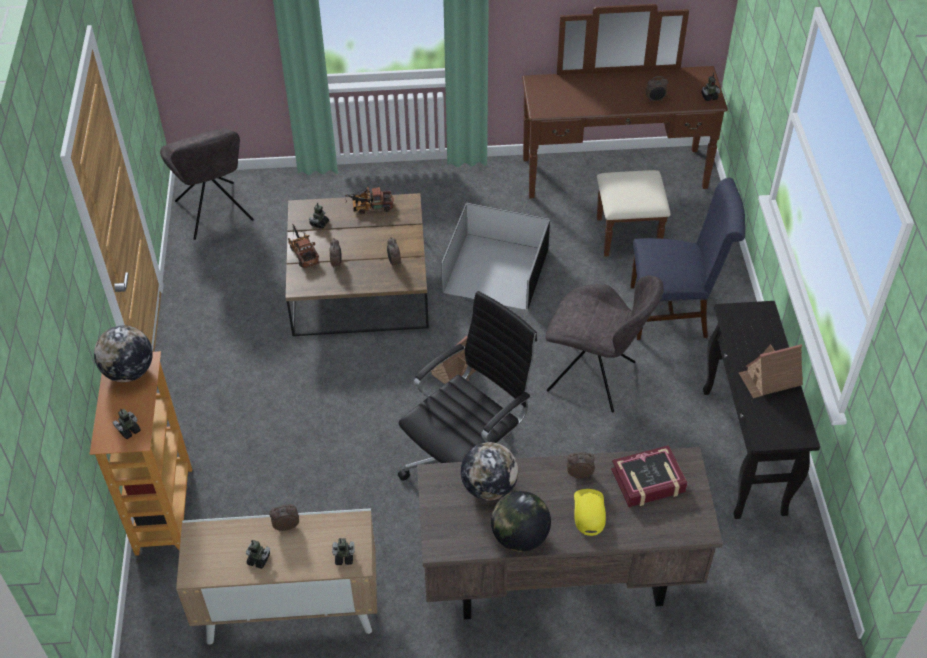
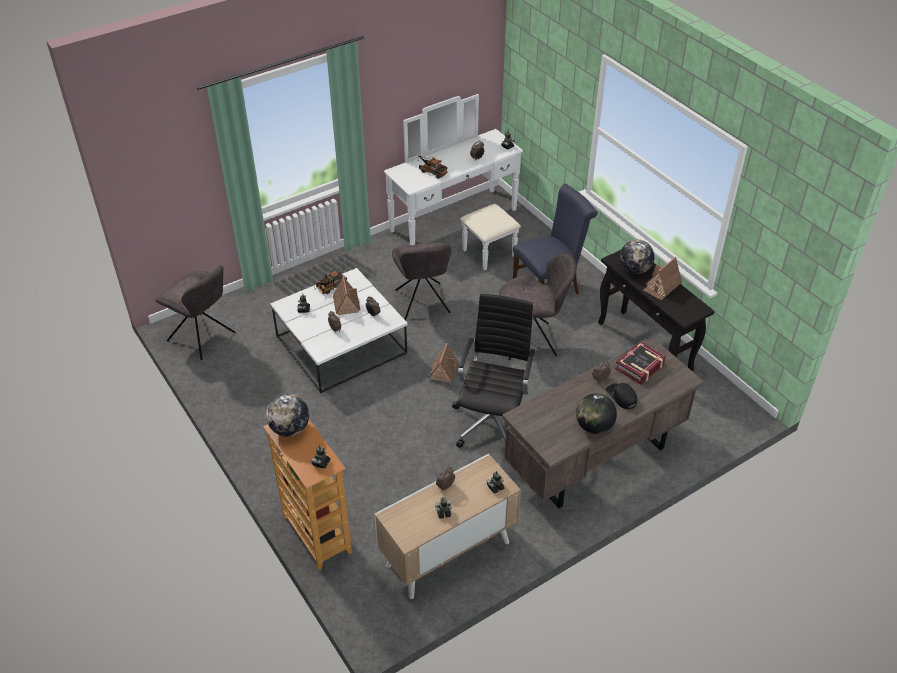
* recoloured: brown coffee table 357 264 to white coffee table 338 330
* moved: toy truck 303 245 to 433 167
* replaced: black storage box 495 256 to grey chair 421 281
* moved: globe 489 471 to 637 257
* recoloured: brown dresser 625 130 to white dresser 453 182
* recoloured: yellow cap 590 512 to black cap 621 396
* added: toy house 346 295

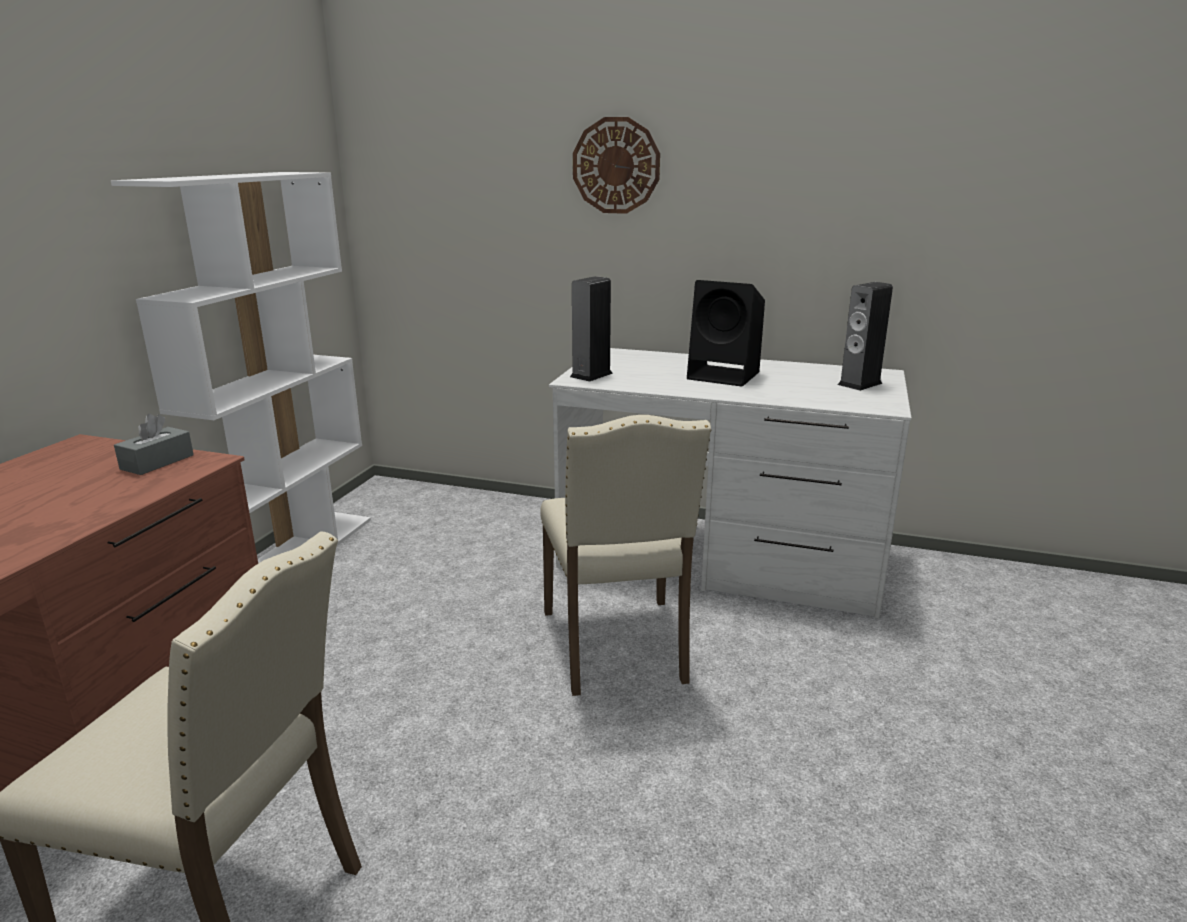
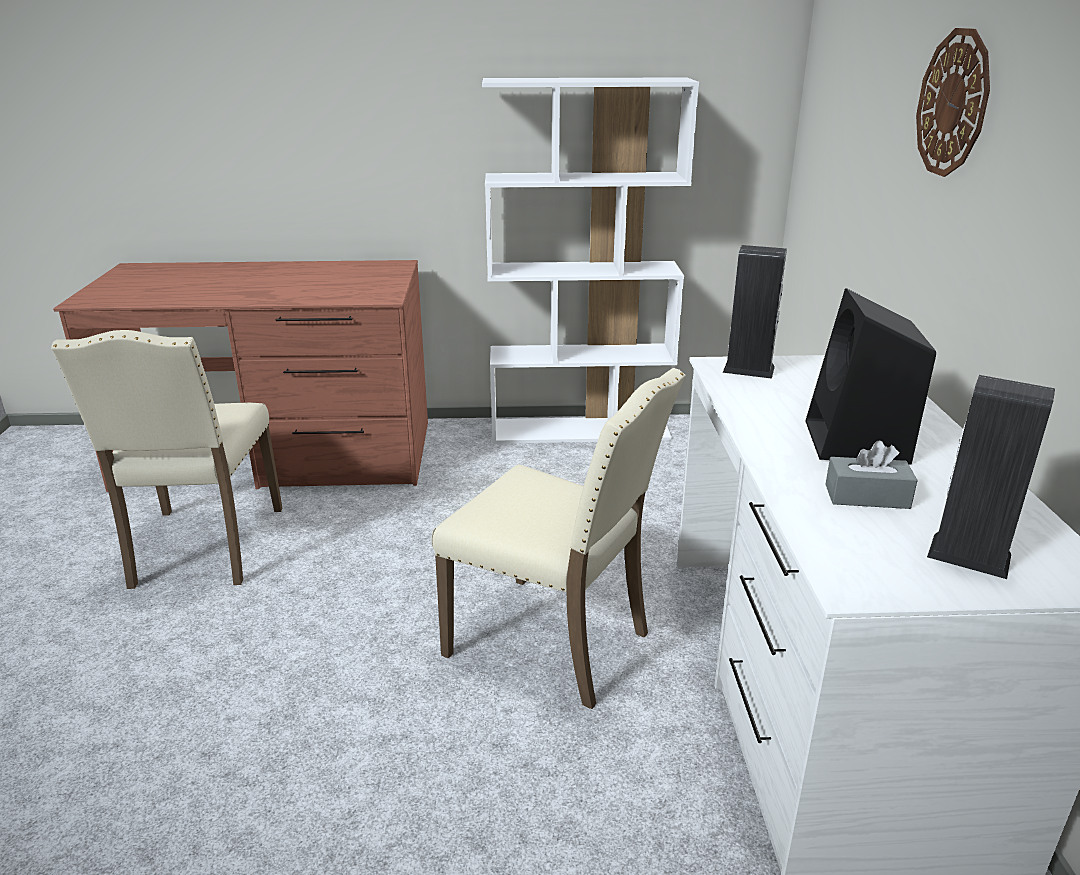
* moved: grey tissue box 154 444 to 871 474
* turned: beige chair 625 555 = 558 538 120 degrees counterclockwise

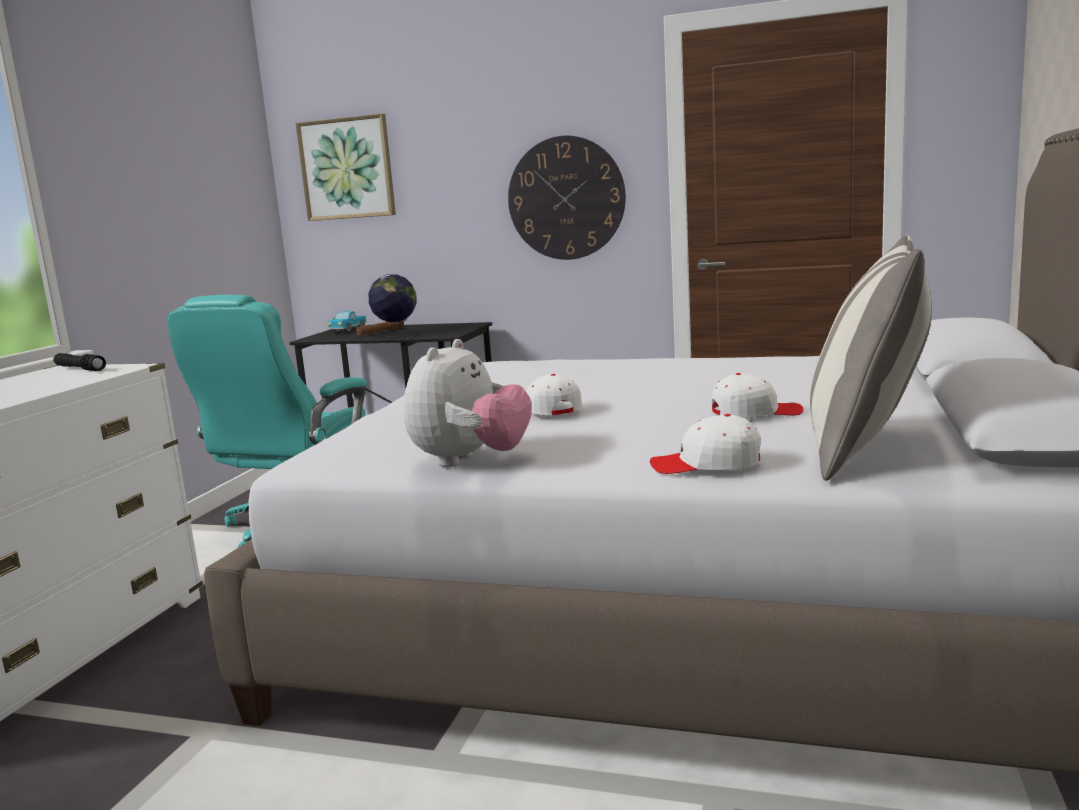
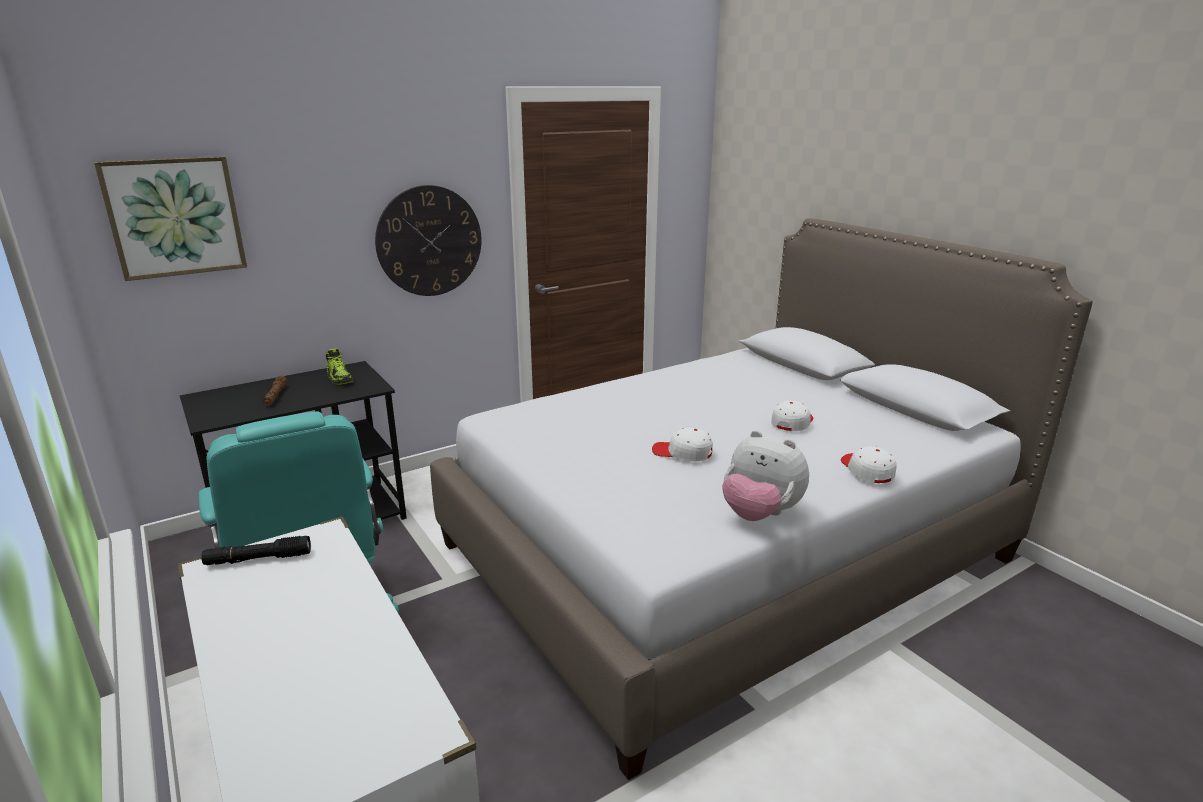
* removed: toy truck 347 321
* removed: globe 392 305
* turned: plush toy 468 403 = 765 475 150 degrees clockwise
* turned: white cap 705 444 = 869 464 120 degrees clockwise
* removed: pillow 871 358
* added: shoe 339 366

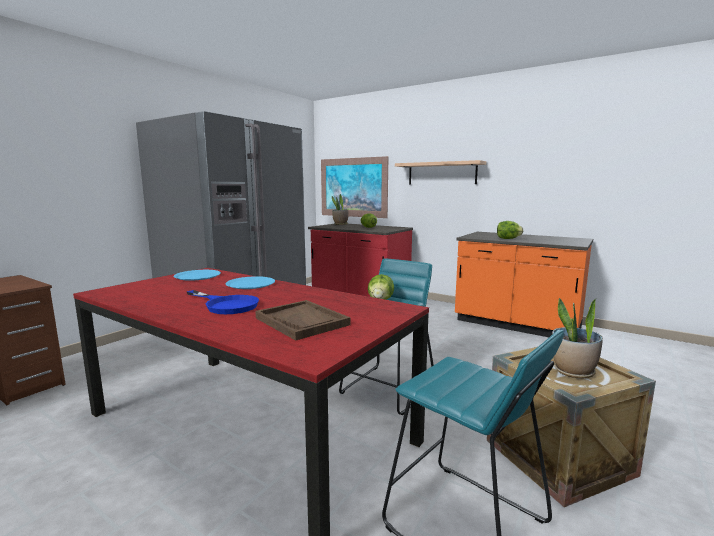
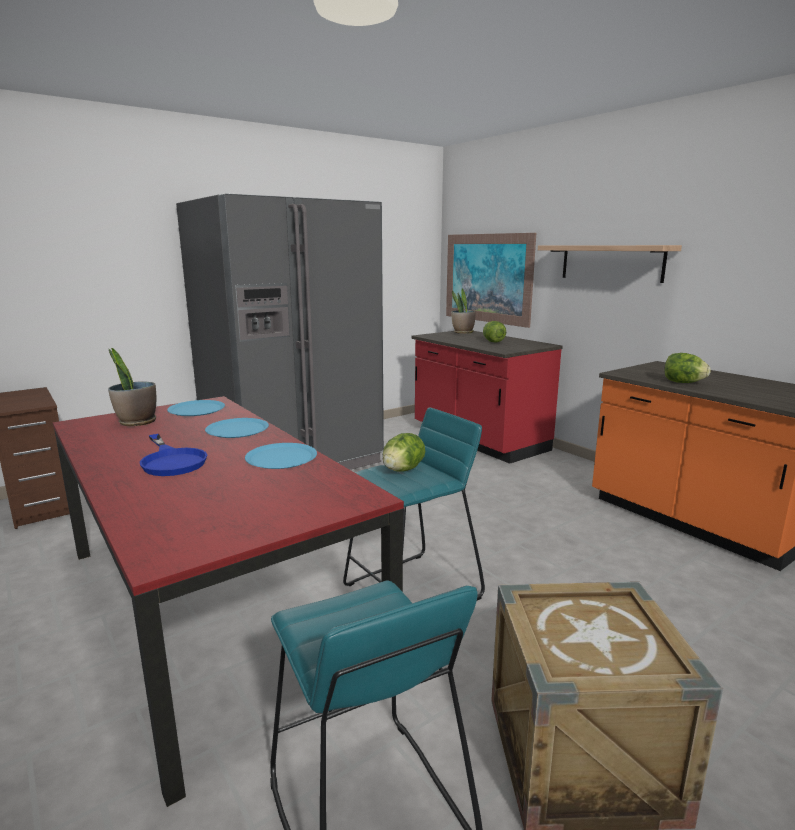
* removed: brown tray 302 320
* moved: potted plant 577 338 to 132 387
* added: blue plate 281 456

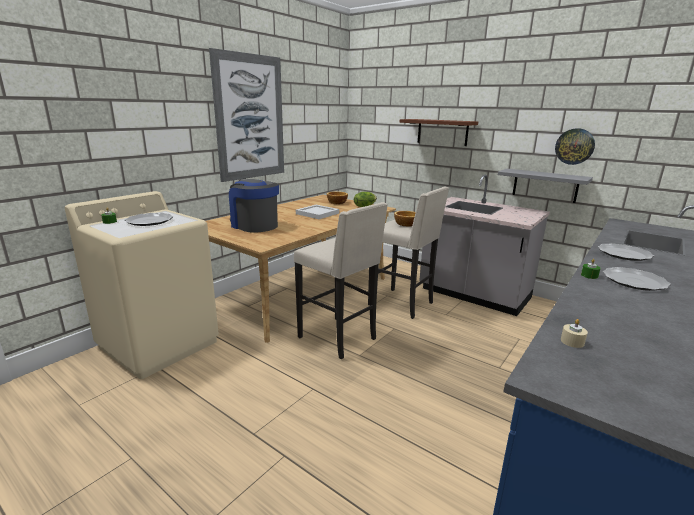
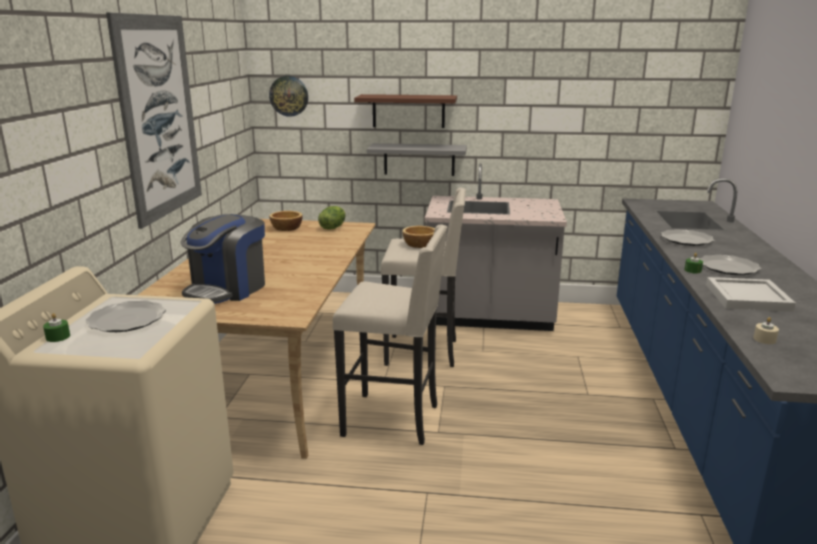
* turned: coffee machine 254 206 = 222 259 75 degrees counterclockwise
* moved: white tray 317 212 to 751 294
* moved: grey shelf 545 186 to 417 159
* moved: wall clock 575 146 to 288 96

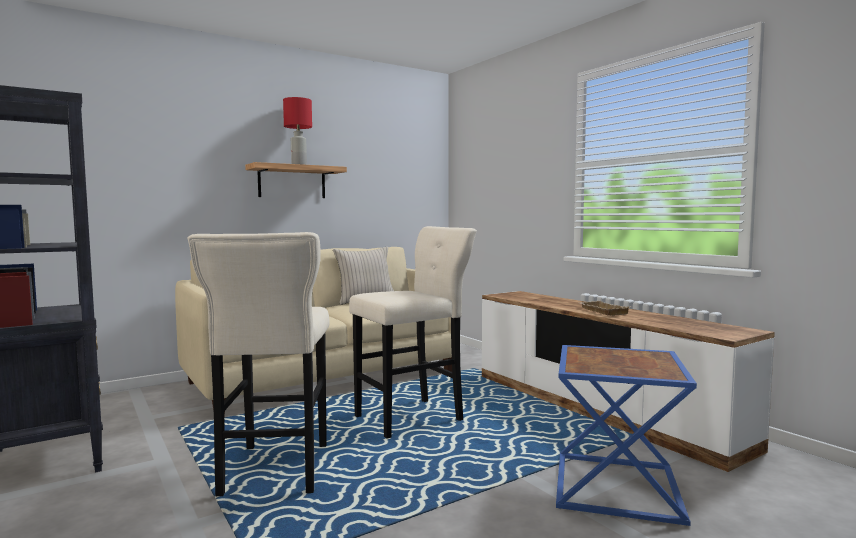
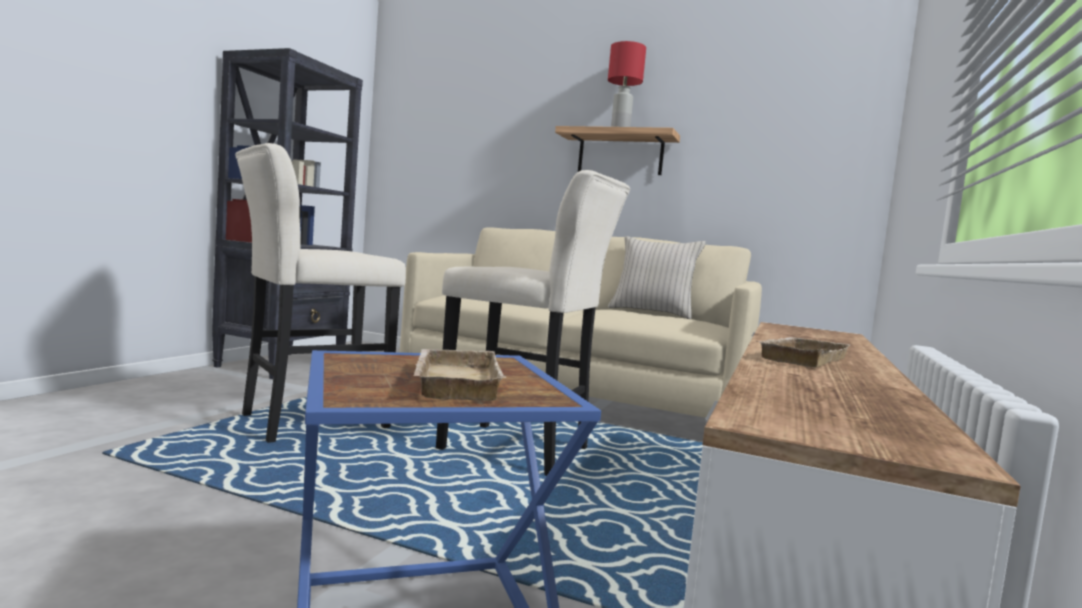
* added: beige tray 460 375

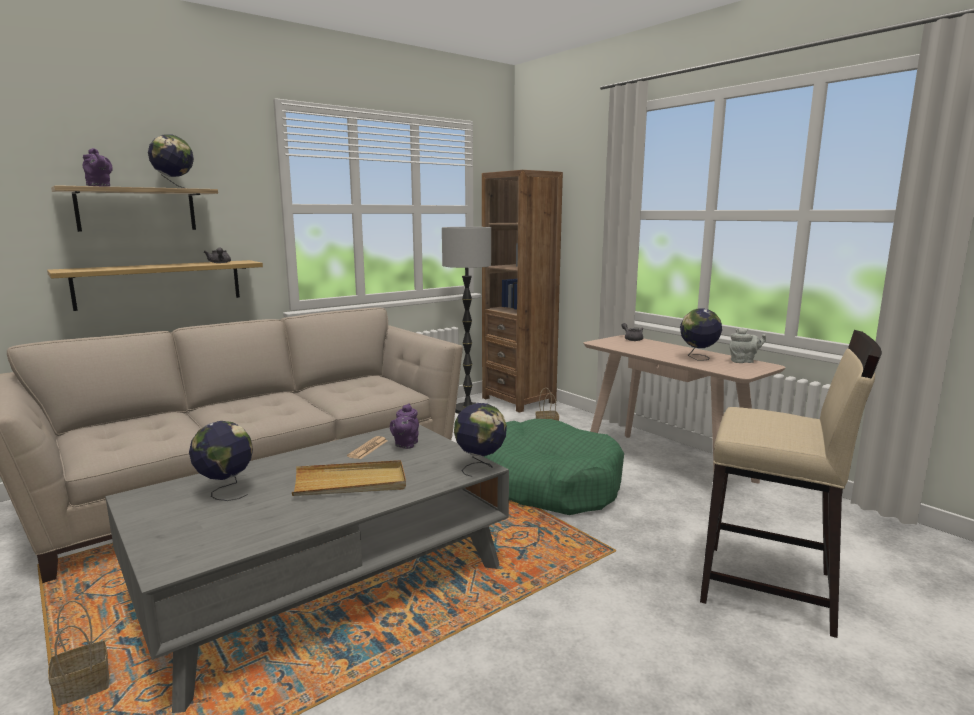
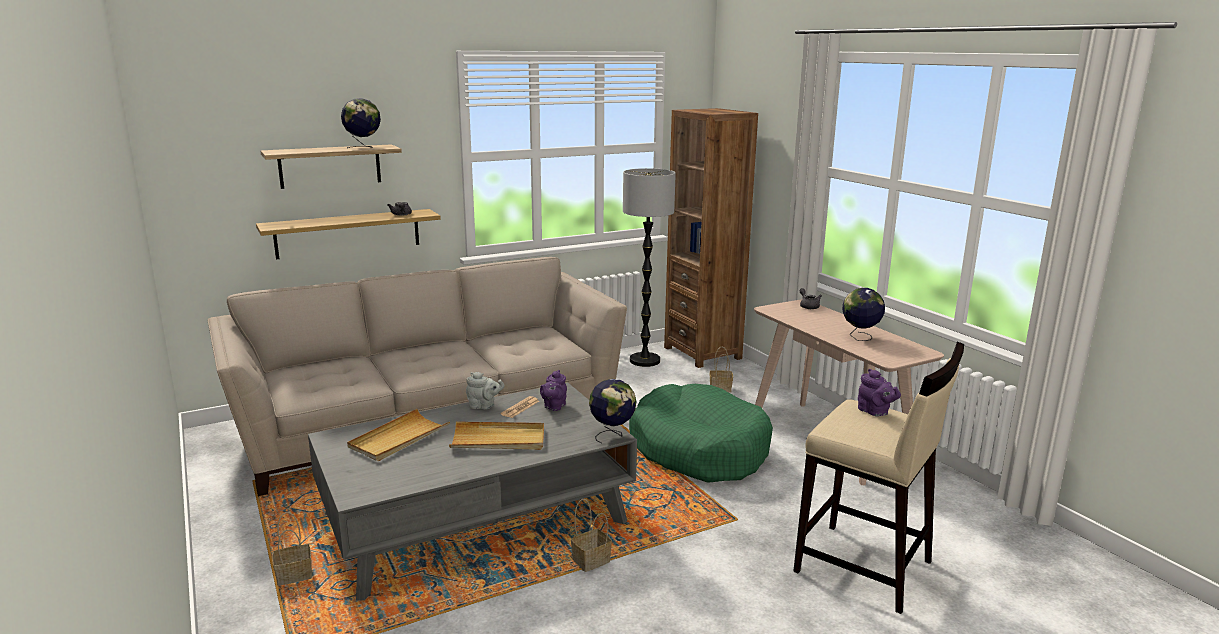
* moved: purple teapot 97 167 to 879 392
* replaced: globe 221 461 to beige tray 398 435
* moved: grey teapot 747 345 to 485 390
* added: basket 591 535

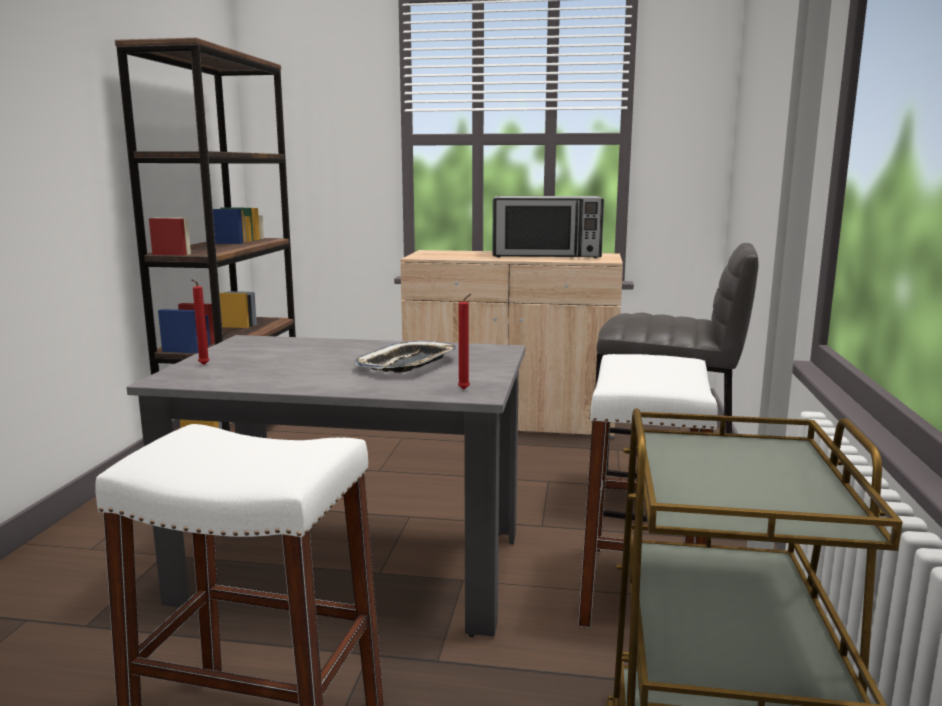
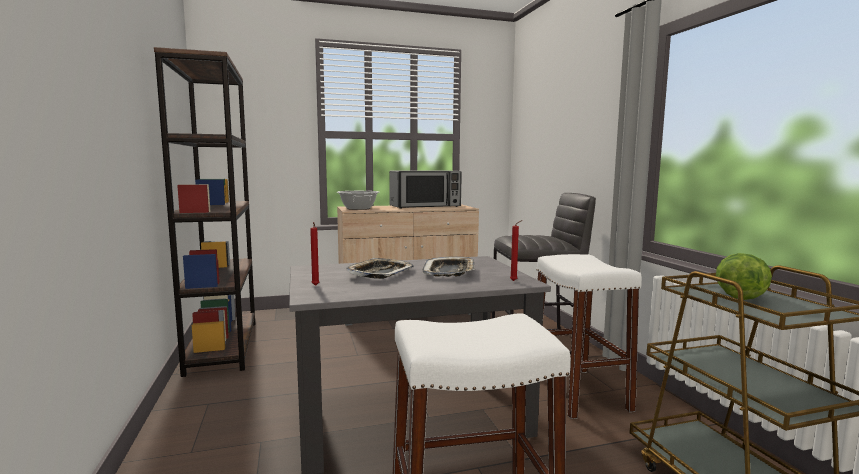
* added: cooking pot 358 200
* added: tray 380 268
* added: lettuce 744 276

